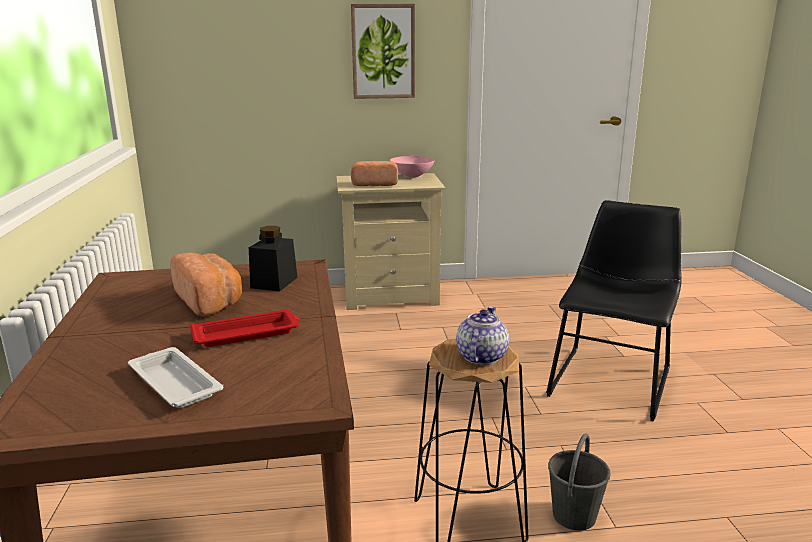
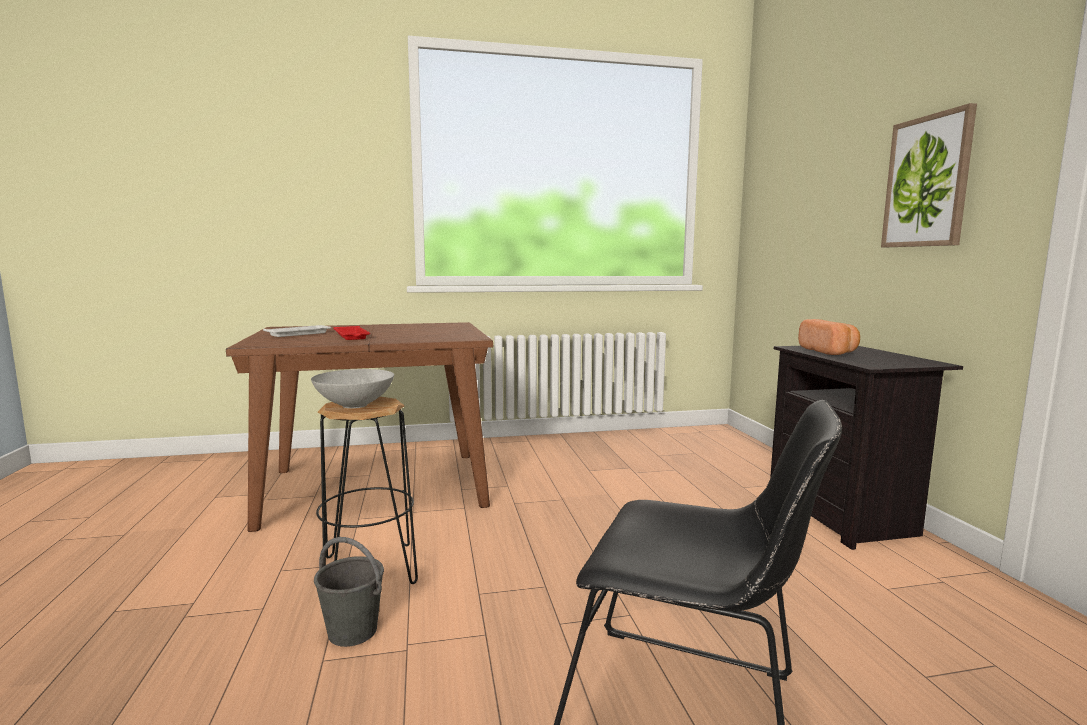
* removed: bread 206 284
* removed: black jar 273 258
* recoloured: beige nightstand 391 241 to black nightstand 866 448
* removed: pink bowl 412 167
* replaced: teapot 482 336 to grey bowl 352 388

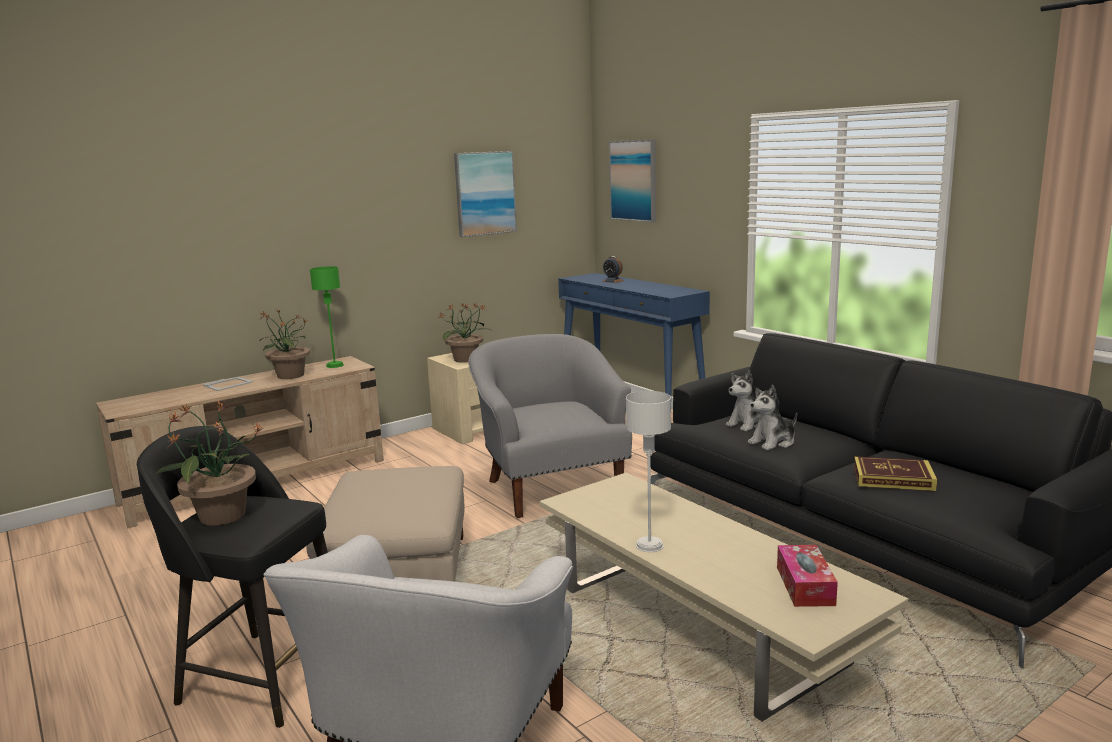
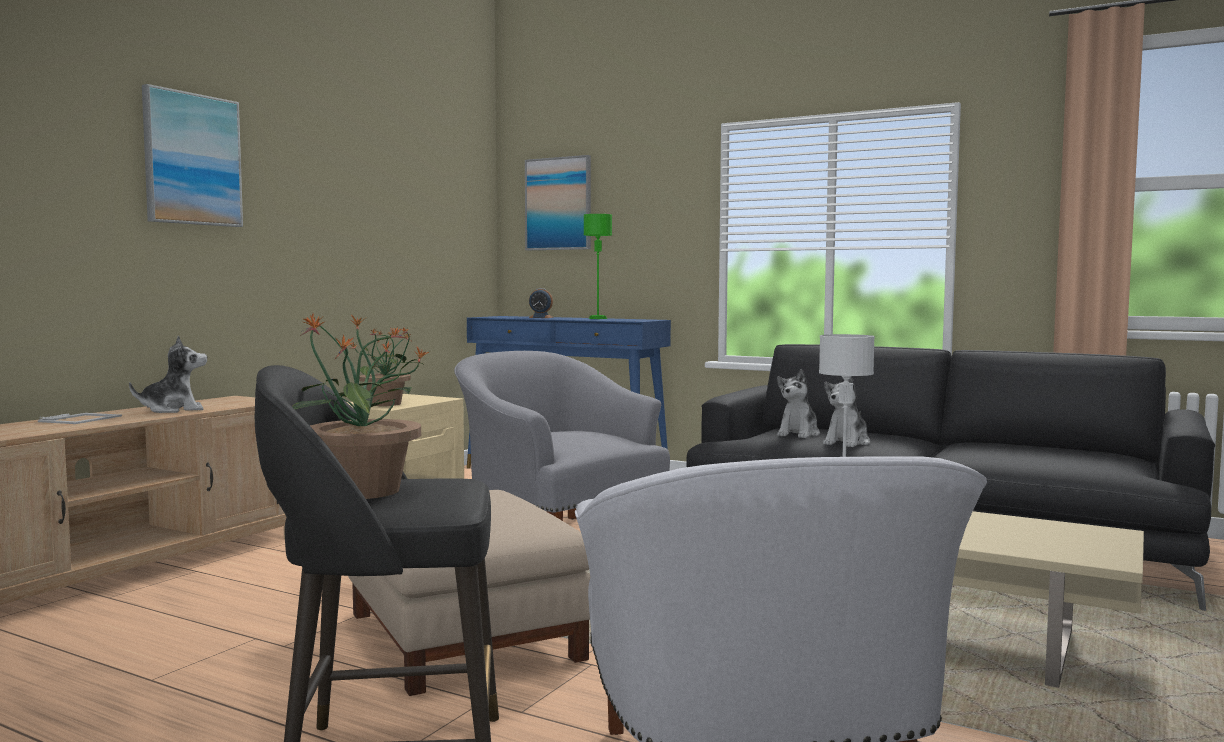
* replaced: potted plant 284 344 to plush toy 168 374
* moved: green table lamp 327 317 to 598 266
* moved: picture 485 194 to 192 155
* removed: tissue box 807 576
* removed: book 895 473

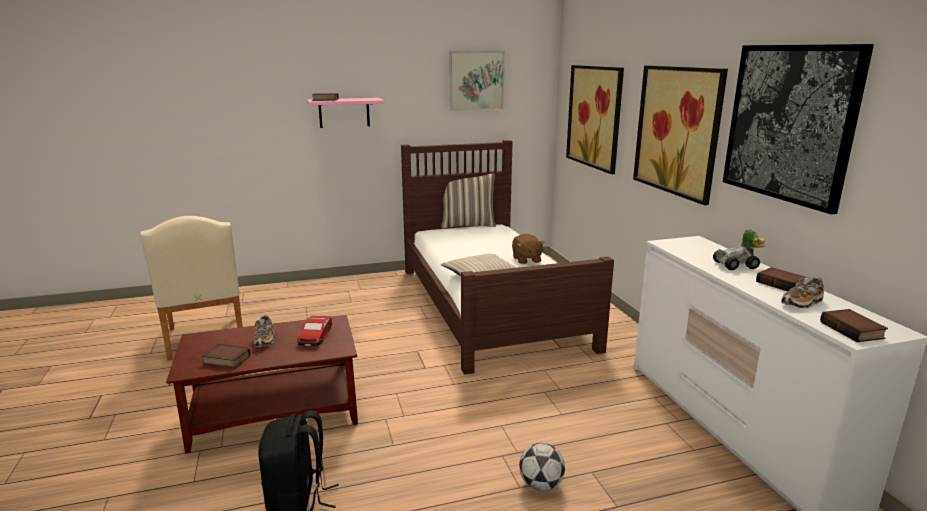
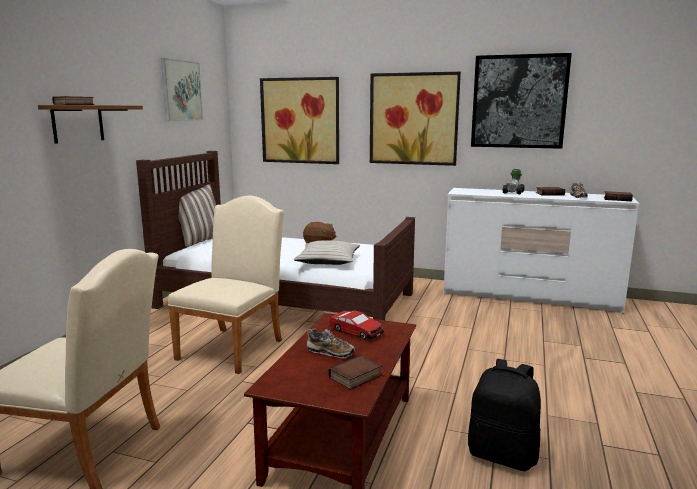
* recoloured: pink shelf 345 113 to brown shelf 90 124
* removed: football 542 467
* added: beige chair 226 285

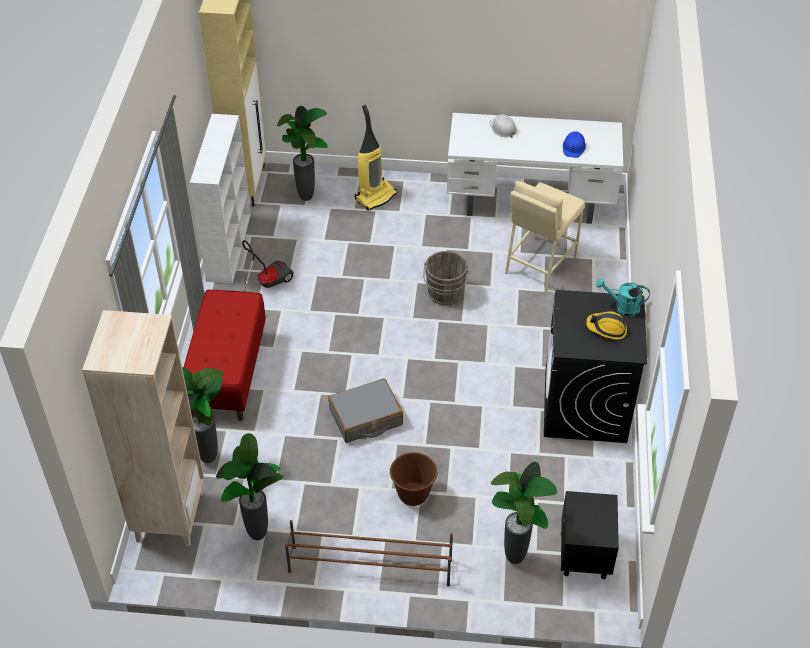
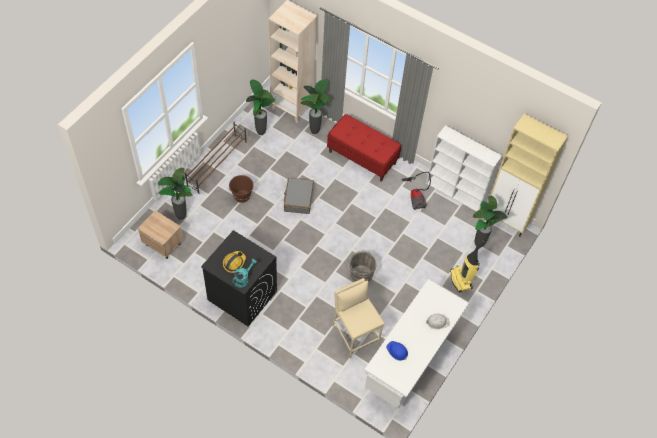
* recoloured: black nightstand 590 535 to beige nightstand 160 234

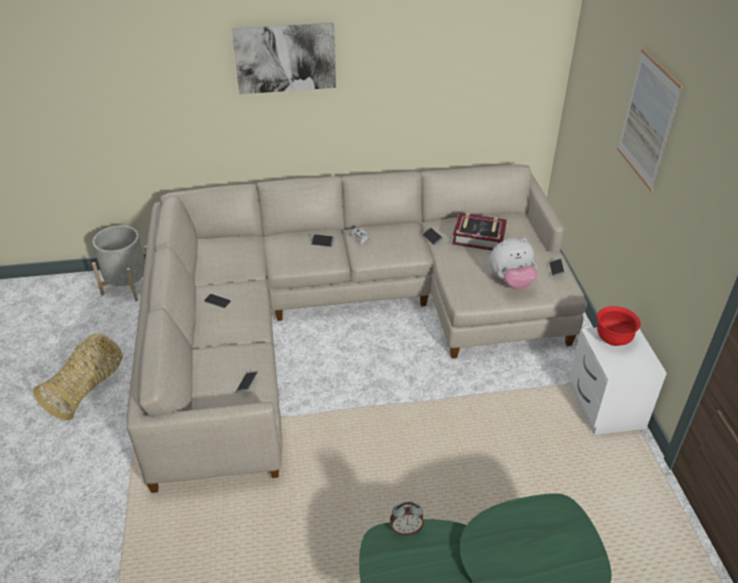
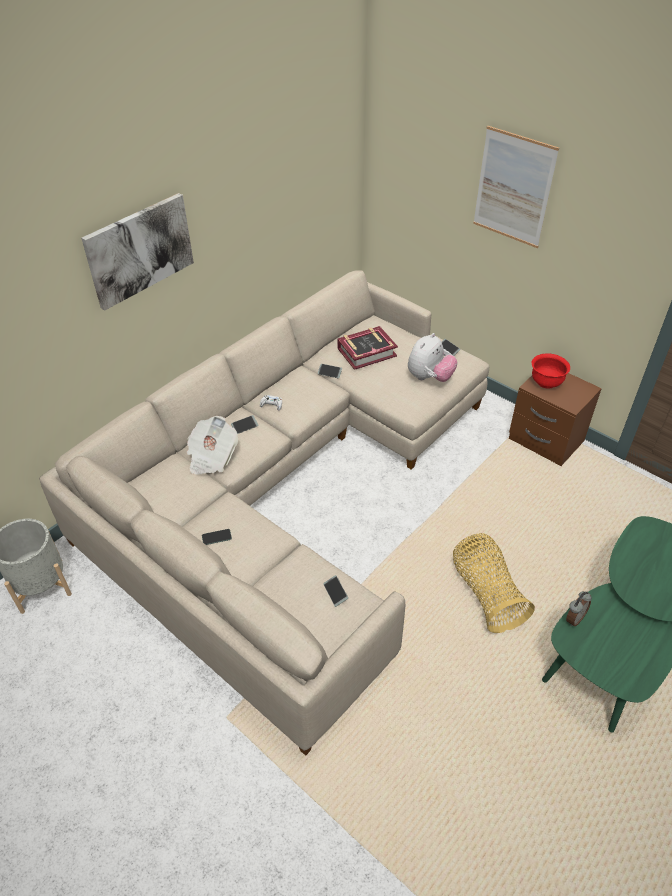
* moved: basket 78 377 to 494 583
* recoloured: white nightstand 618 381 to brown nightstand 555 419
* added: newspaper 212 445

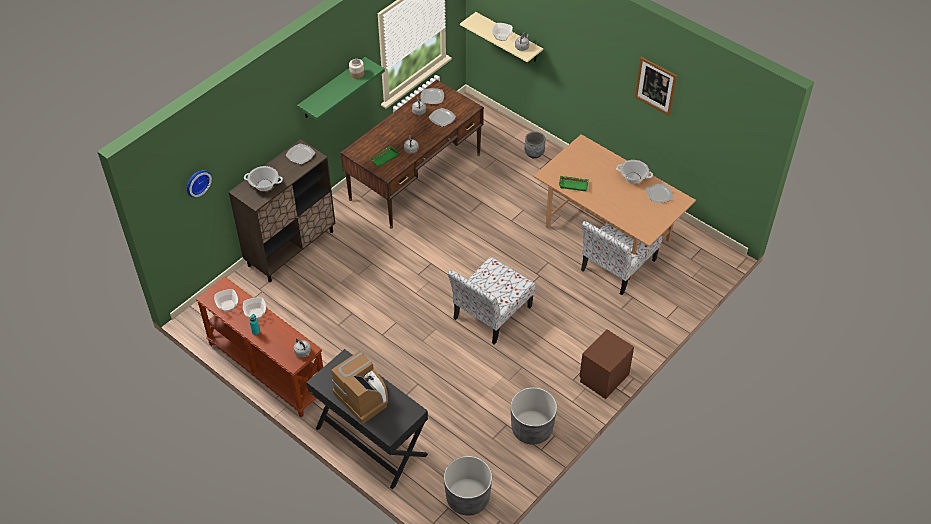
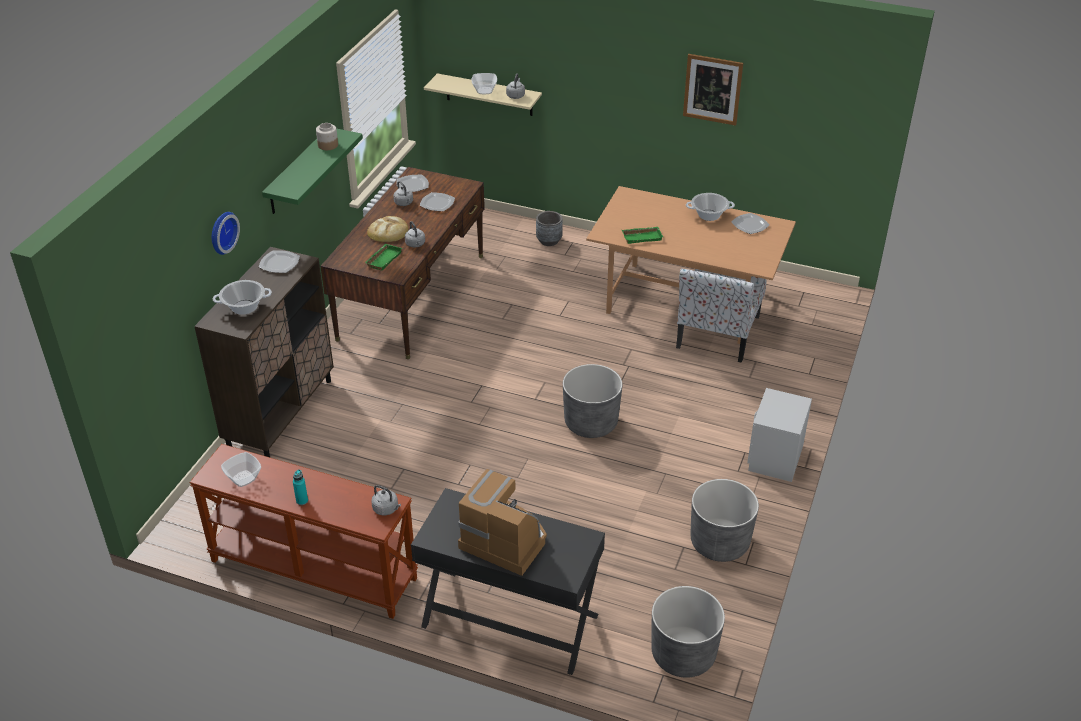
* moved: wall clock 199 183 to 226 233
* removed: bowl 254 308
* replaced: chair 492 300 to grey planter 592 401
* recoloured: brown nightstand 606 364 to grey nightstand 779 435
* added: bread 387 229

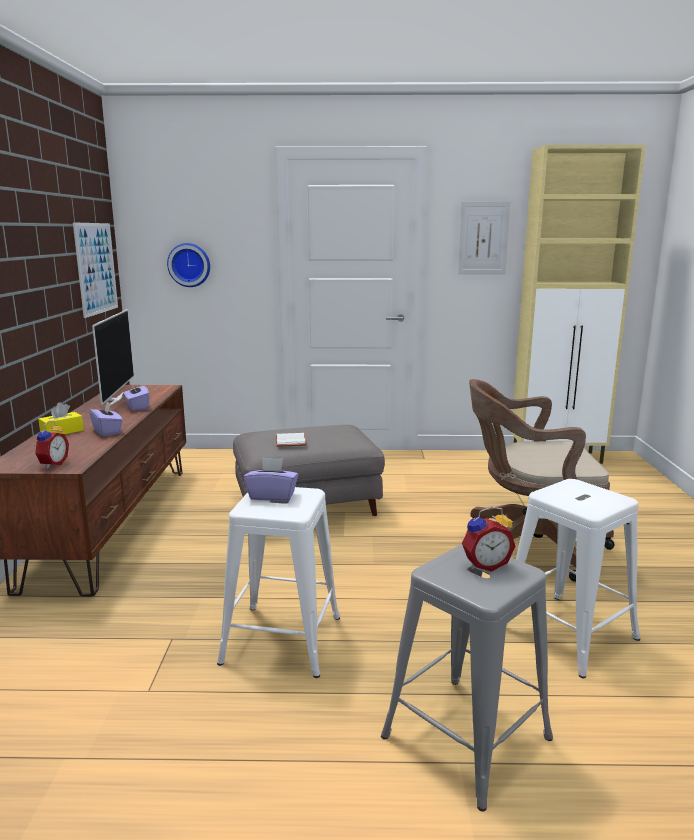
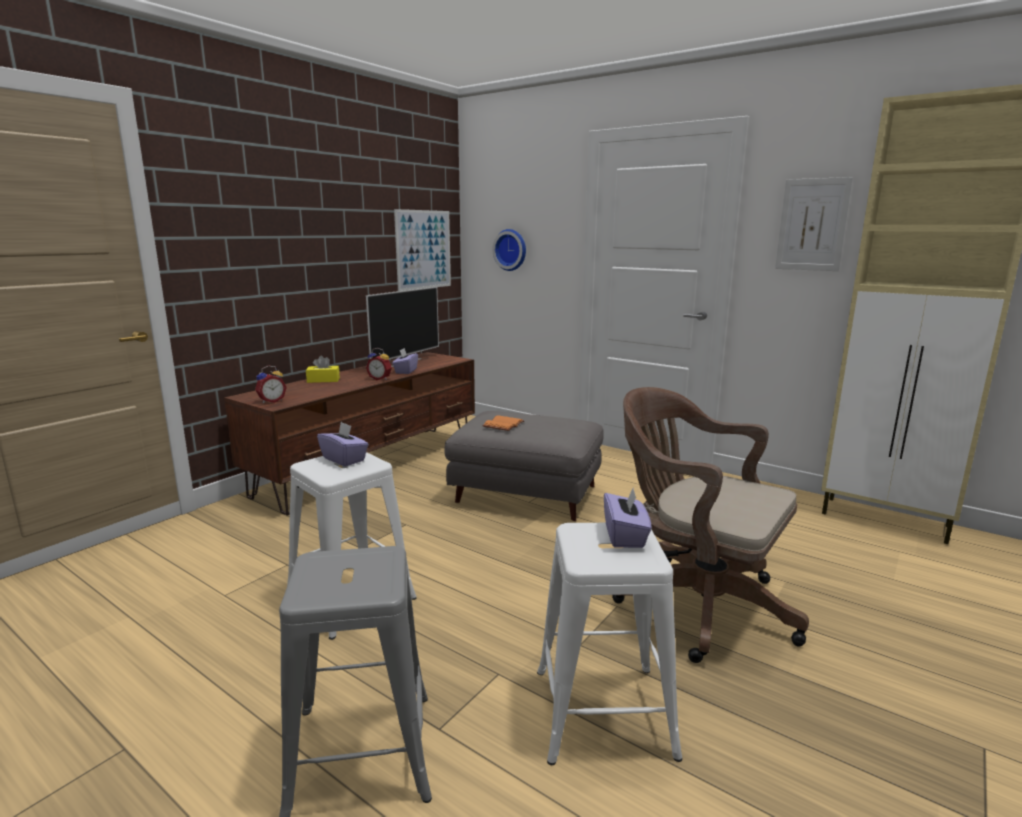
* moved: purple tissue box 106 419 to 628 518
* recoloured: white book 291 440 to orange book 503 423
* moved: alarm clock 489 539 to 379 364

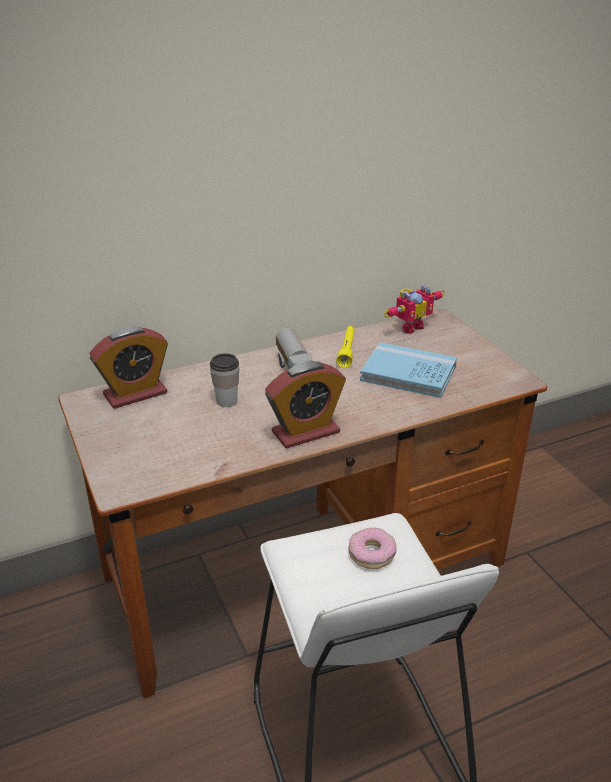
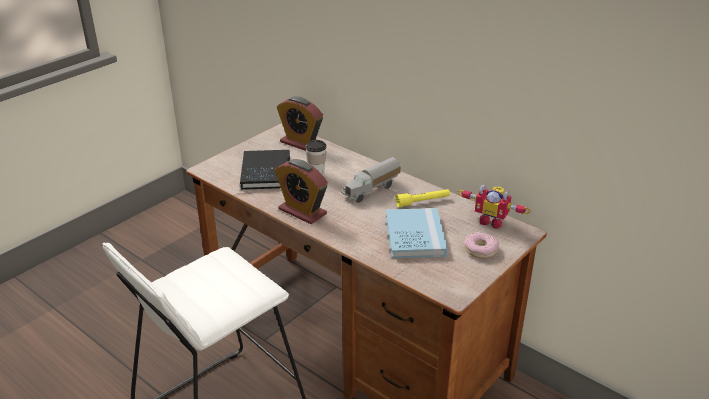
* moved: donut 372 548 to 481 245
* added: black book 265 170

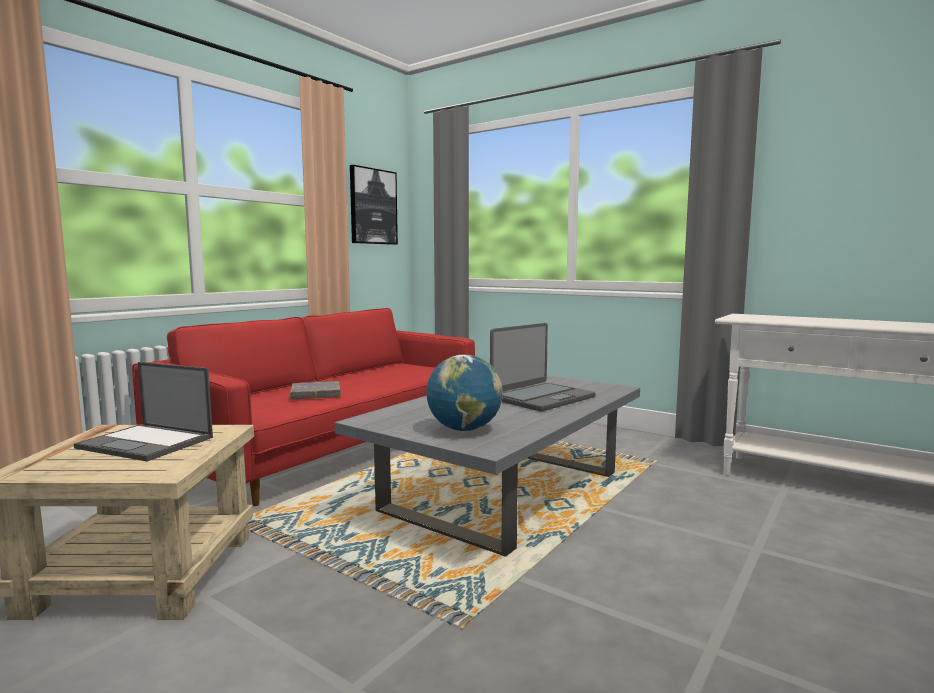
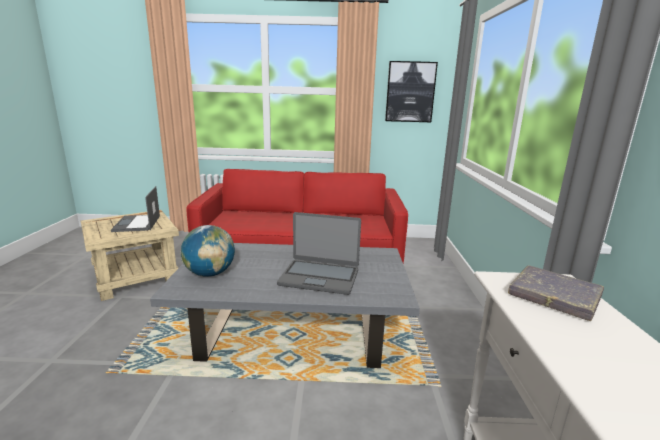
* moved: grey book 315 390 to 556 293

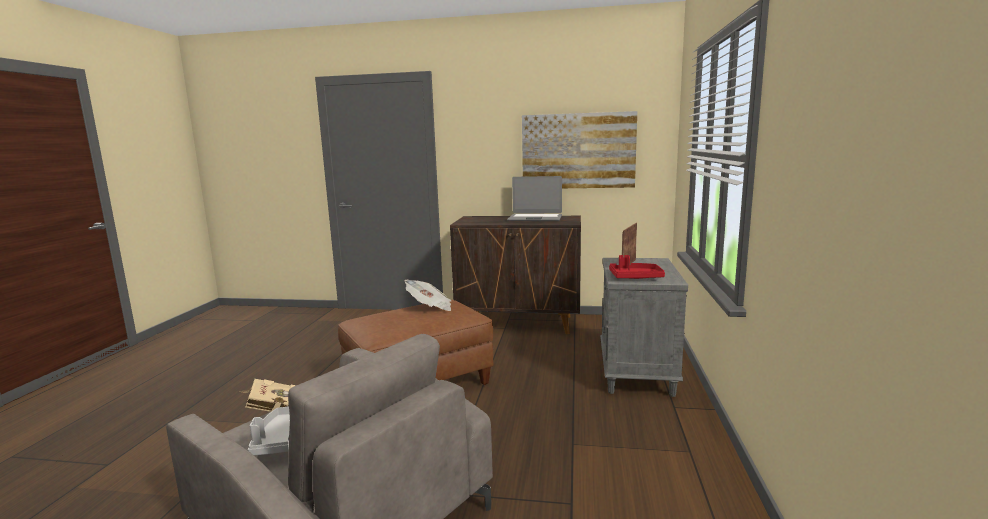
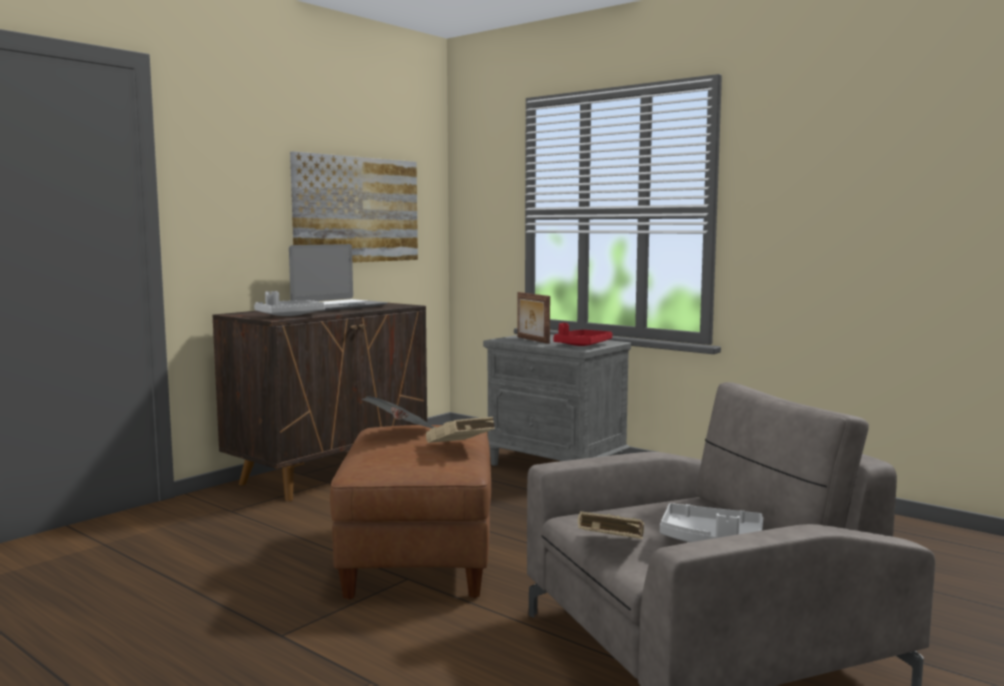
* added: grey tray 289 303
* added: beige book 460 430

